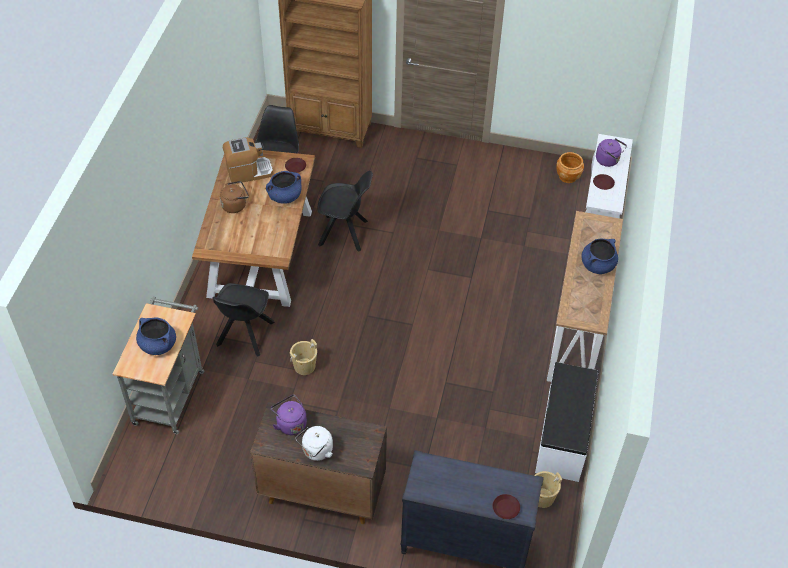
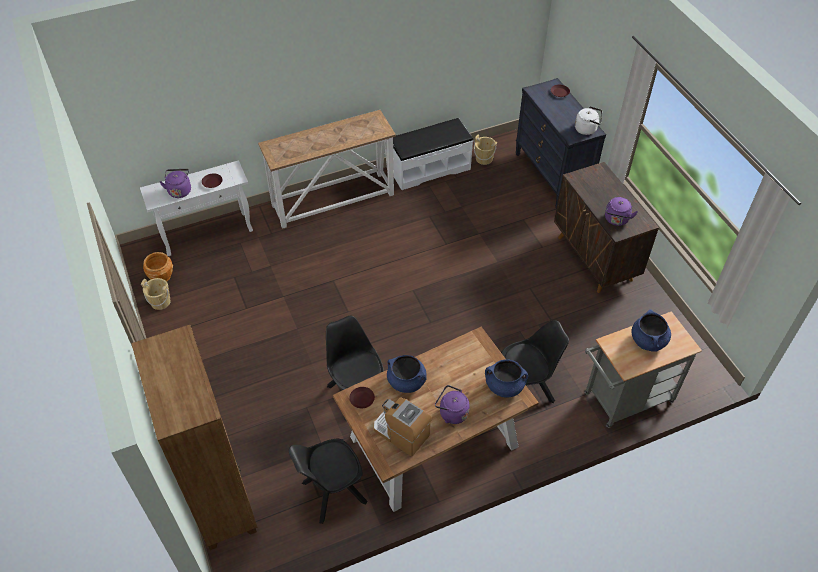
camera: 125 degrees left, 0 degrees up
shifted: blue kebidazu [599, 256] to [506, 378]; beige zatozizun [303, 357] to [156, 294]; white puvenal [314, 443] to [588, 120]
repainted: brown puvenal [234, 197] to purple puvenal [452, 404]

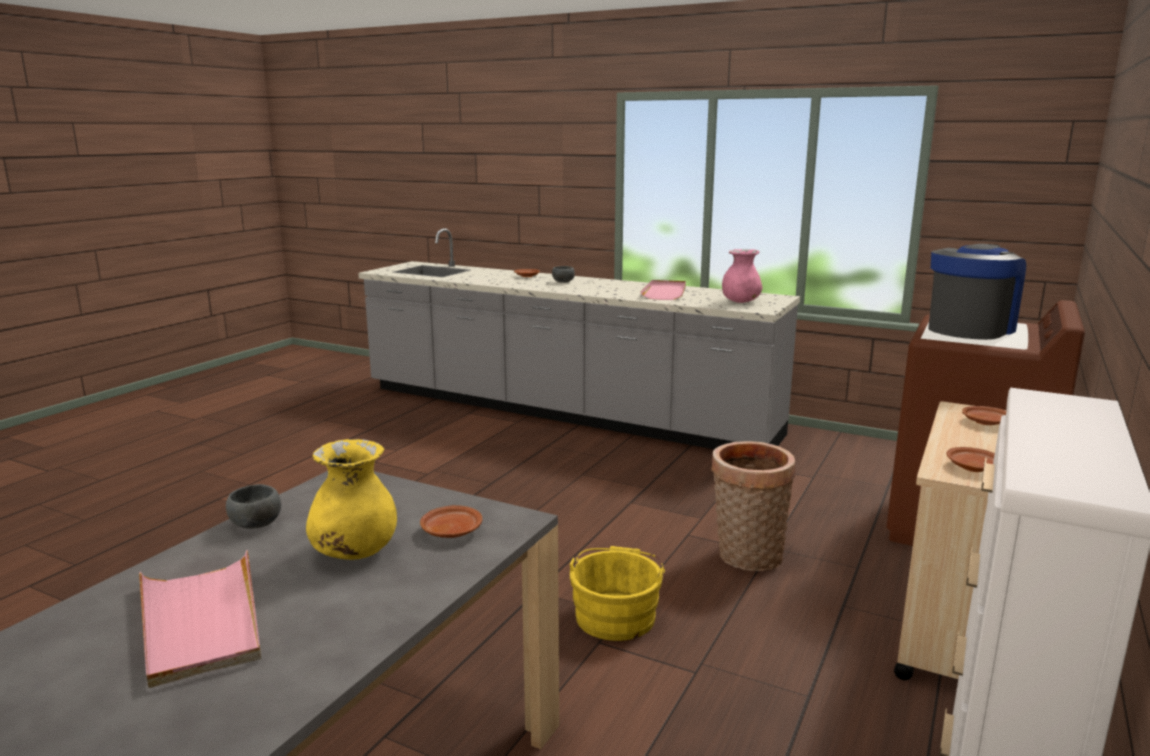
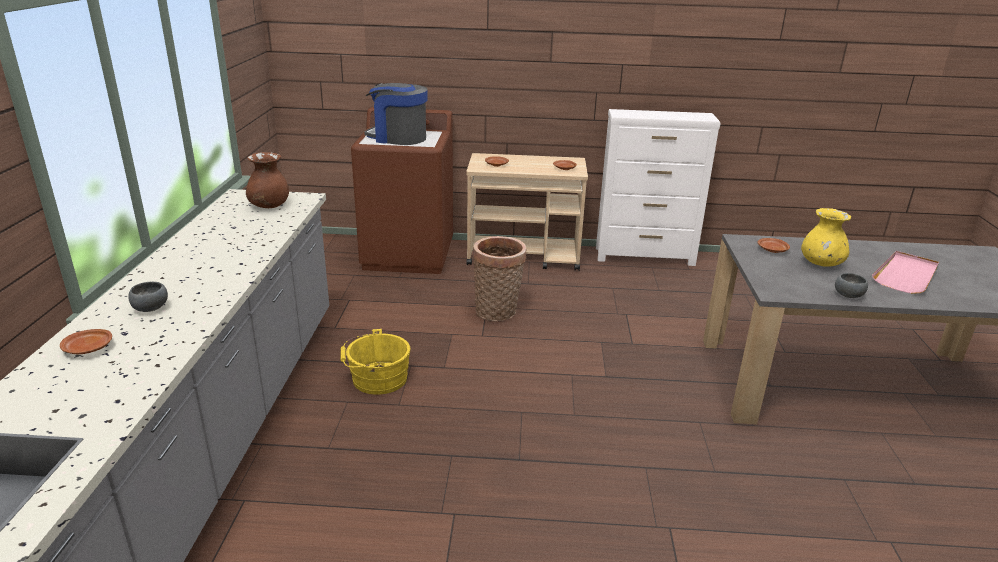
camera: 115 degrees left, 10 degrees up
gone: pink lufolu [663, 290]
shifted: yellow zatozizun [617, 593] to [375, 362]
repainted: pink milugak [742, 276] to brown milugak [267, 180]

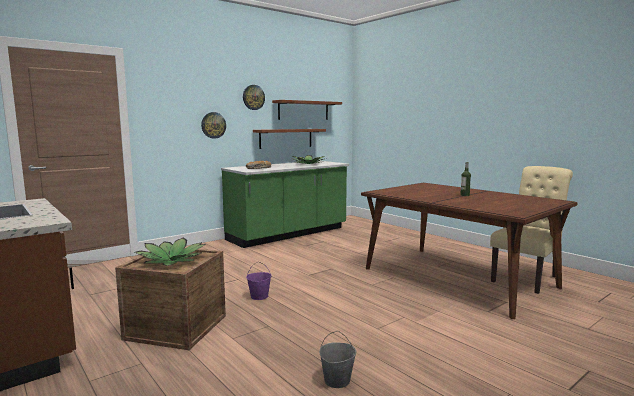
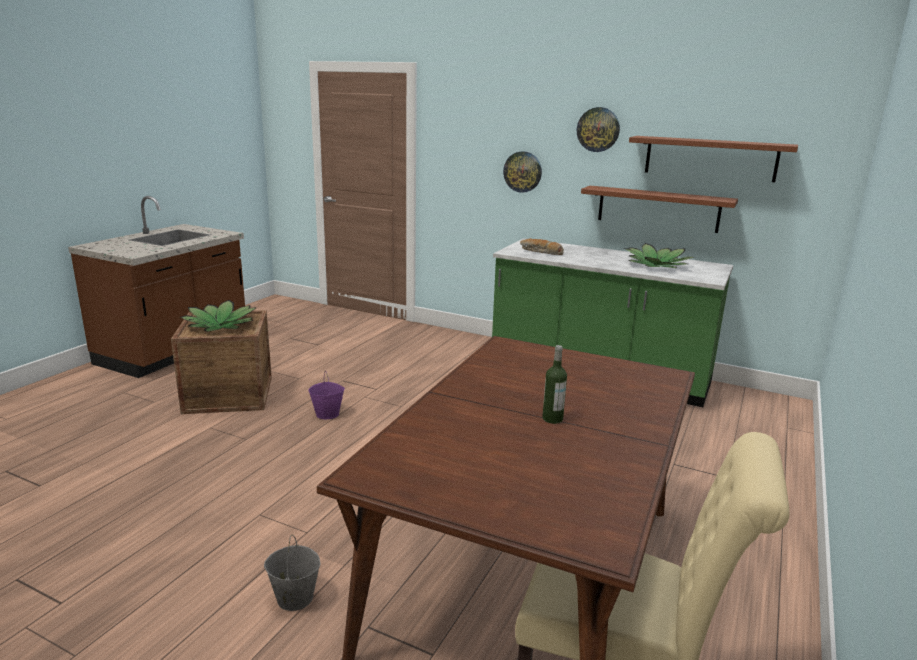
camera: 65 degrees right, 10 degrees up
shifted: grey zatozizun [337, 359] to [292, 573]

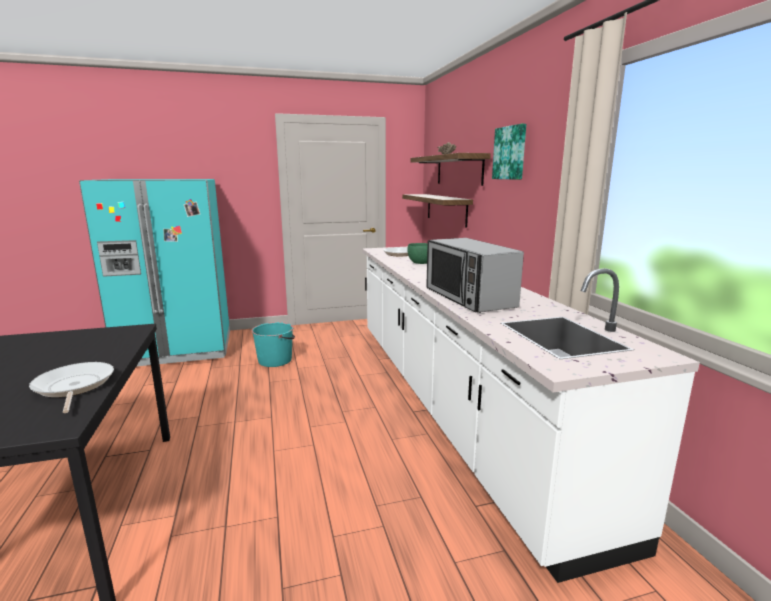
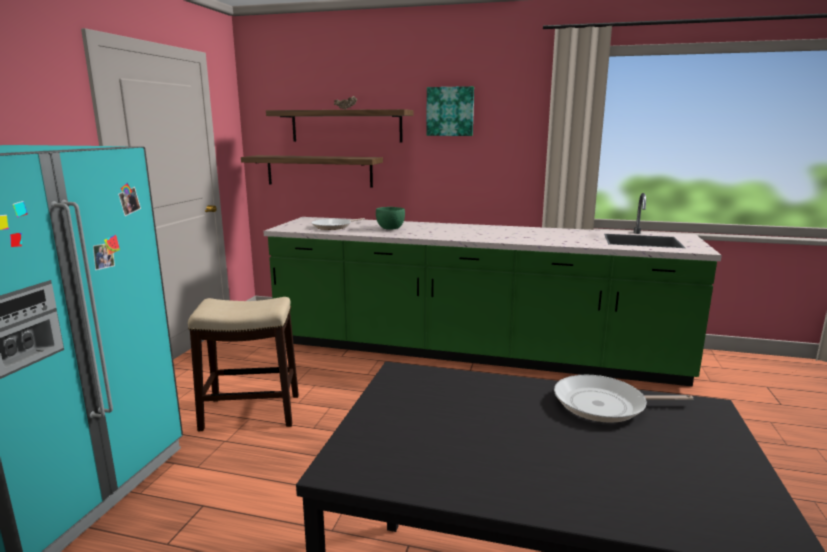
camera: 60 degrees left, 0 degrees up
gone: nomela [475, 275]
swapped: turquoise zatozizun [273, 344] to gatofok [243, 364]
repainted: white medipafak [531, 415] to green medipafak [492, 290]

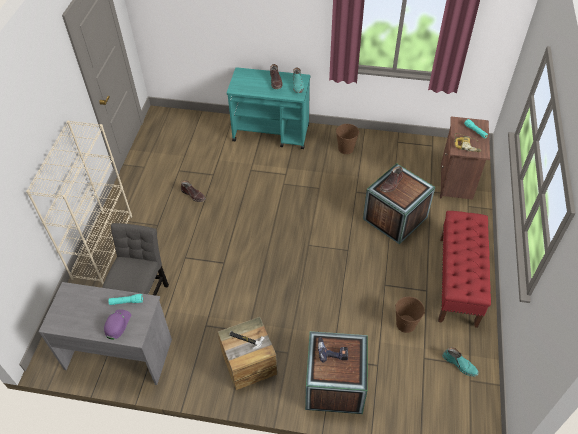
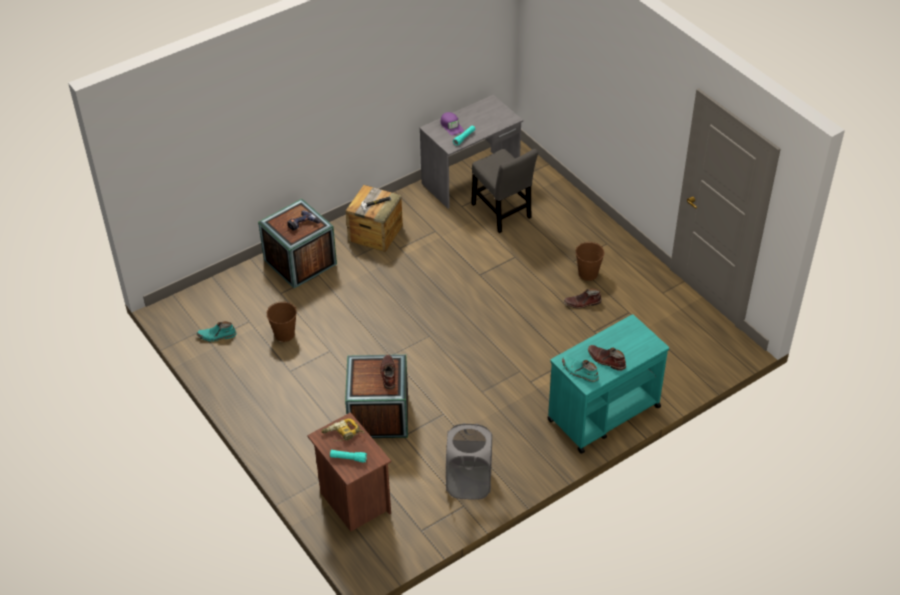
camera: 135 degrees right, 5 degrees down
gone: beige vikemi [79, 202]; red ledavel [464, 269]
new: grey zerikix [469, 461]
shifted: brown zatozizun [347, 139] to [590, 261]

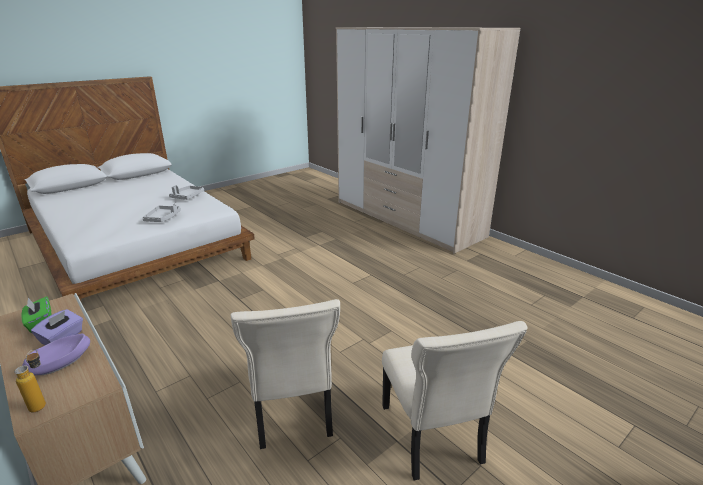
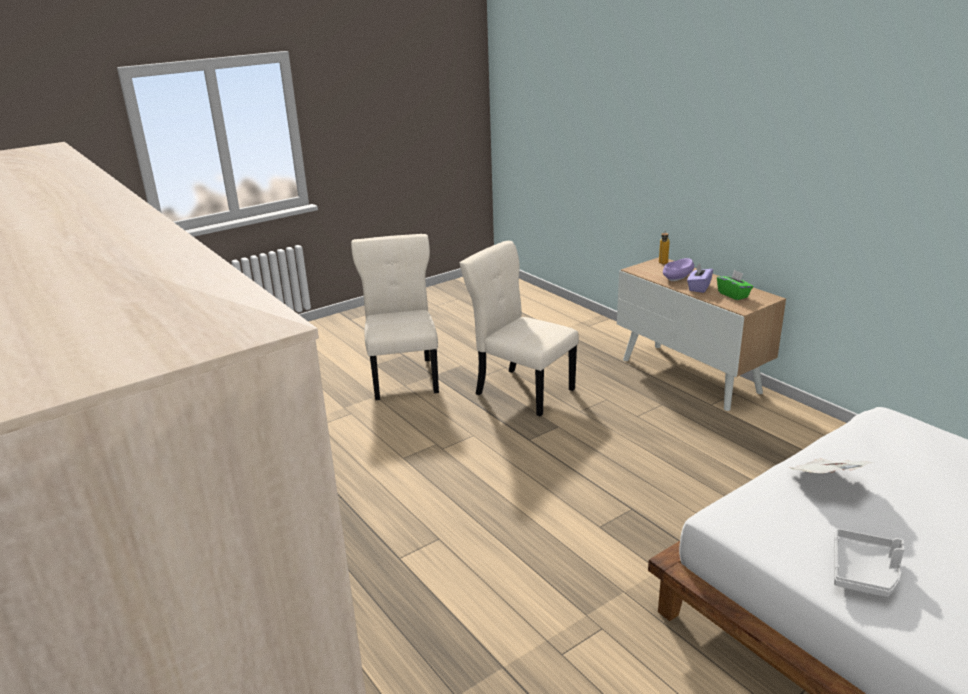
camera: 175 degrees left, 0 degrees up
swapped: grey lufolu [161, 212] to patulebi [831, 466]
rotated: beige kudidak [285, 374] = [519, 329] 45 degrees counterclockwise

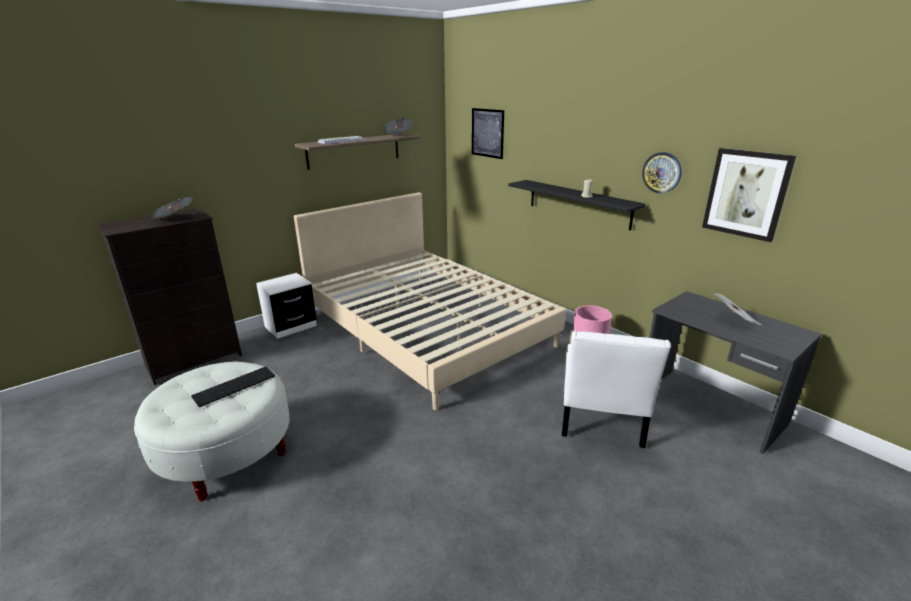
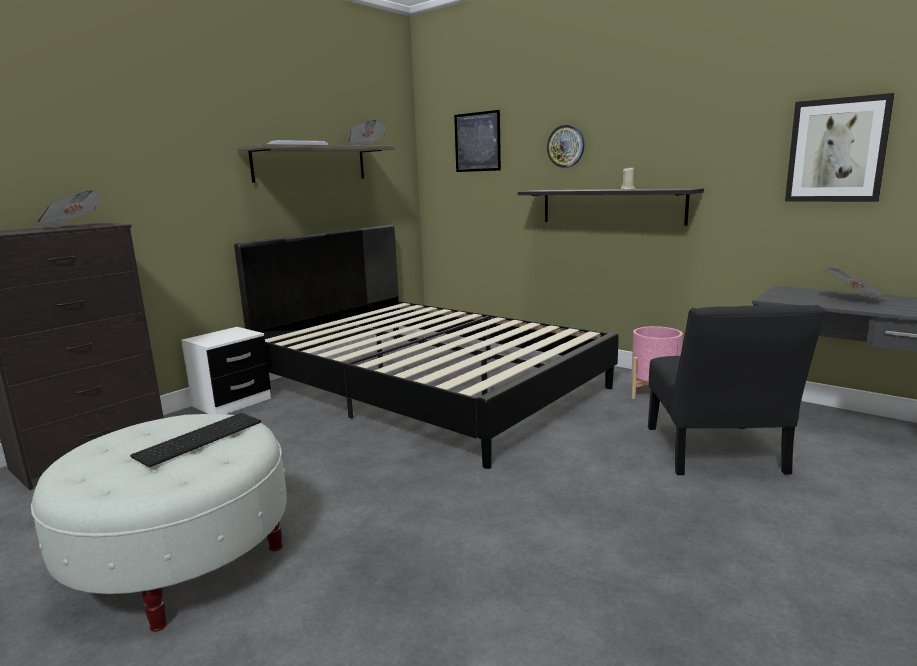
camera: 10 degrees left, 10 degrees down
shifted: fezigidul [662, 172] to [566, 146]
repainted: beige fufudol [430, 301] to black fufudol [426, 347]; white kudidak [616, 389] to black kudidak [737, 390]

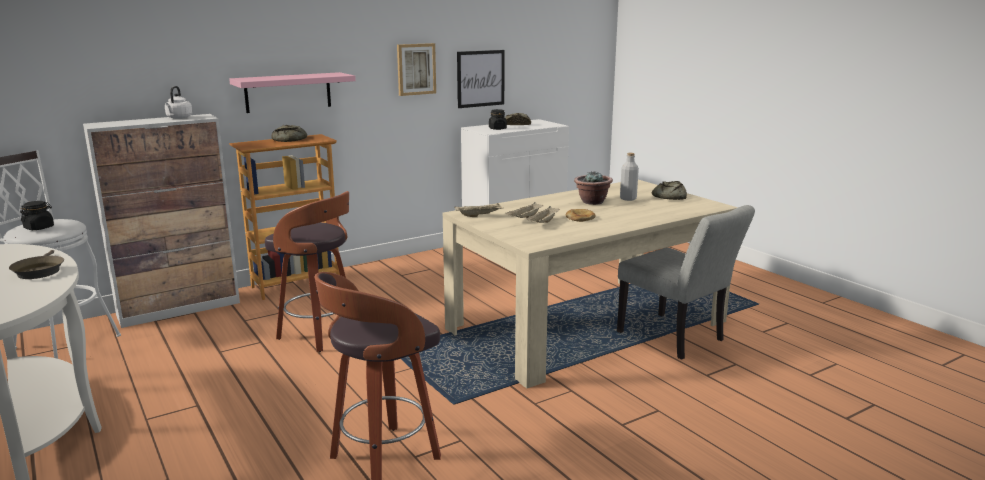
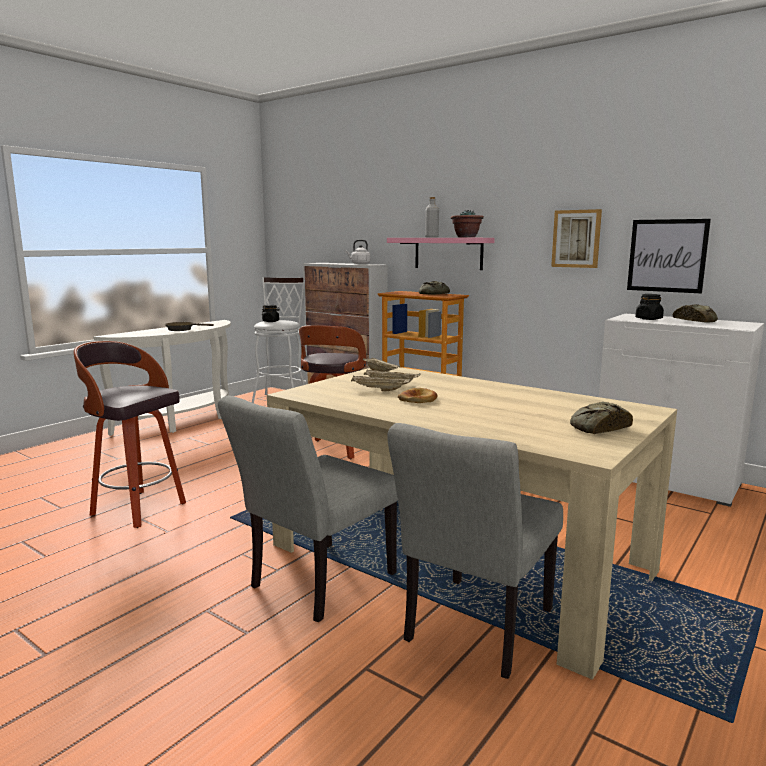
camera: 70 degrees right, 5 degrees down
new: grey kudidak [308, 509]
shifted: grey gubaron [629, 177] to [432, 217]; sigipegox [593, 188] to [467, 223]

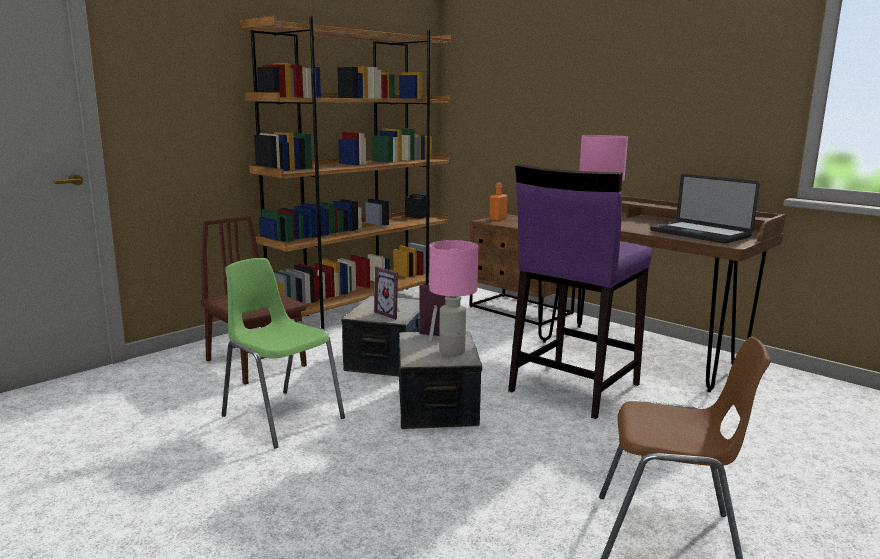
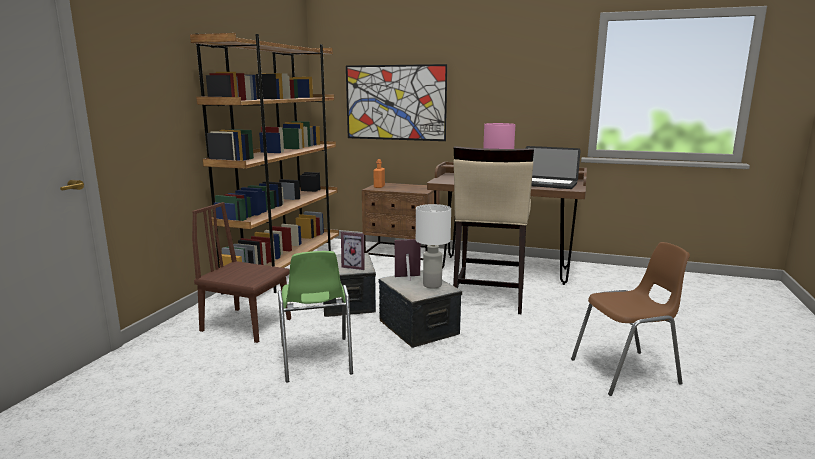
camera: 25 degrees left, 0 degrees up
new: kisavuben [396, 102]
repainted: purple gatofok [580, 291] to beige gatofok [493, 230]; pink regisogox [453, 298] to white regisogox [433, 246]
rotated: green kudidak [283, 353] = [315, 317] 120 degrees counterclockwise

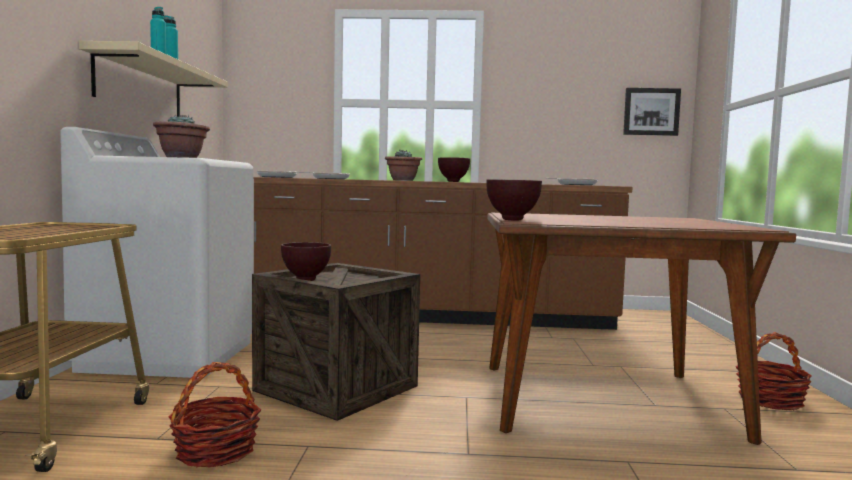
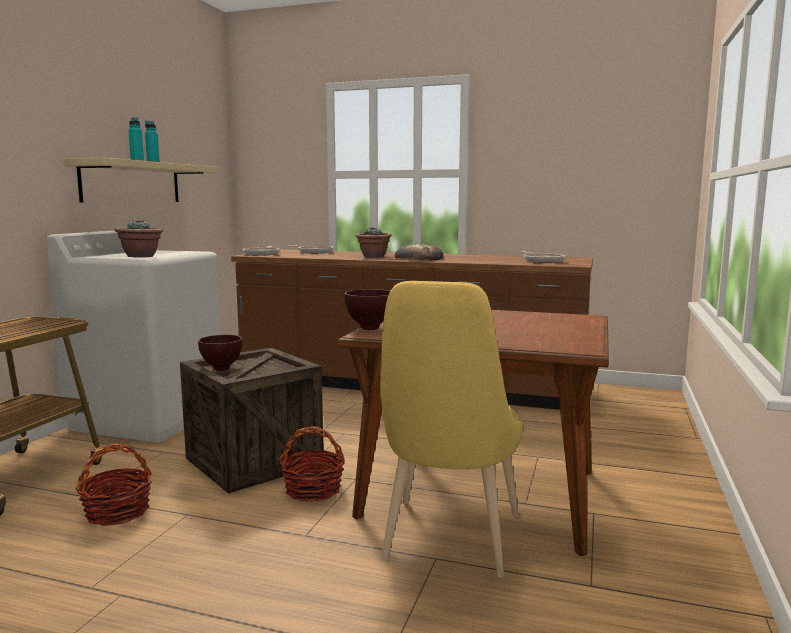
camera: 15 degrees right, 5 degrees up
gone: kisavuben [652, 112]
new: yellow kudidak [452, 429]
shifted: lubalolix [774, 371] to [312, 464]
swapped: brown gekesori [454, 169] to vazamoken [418, 252]

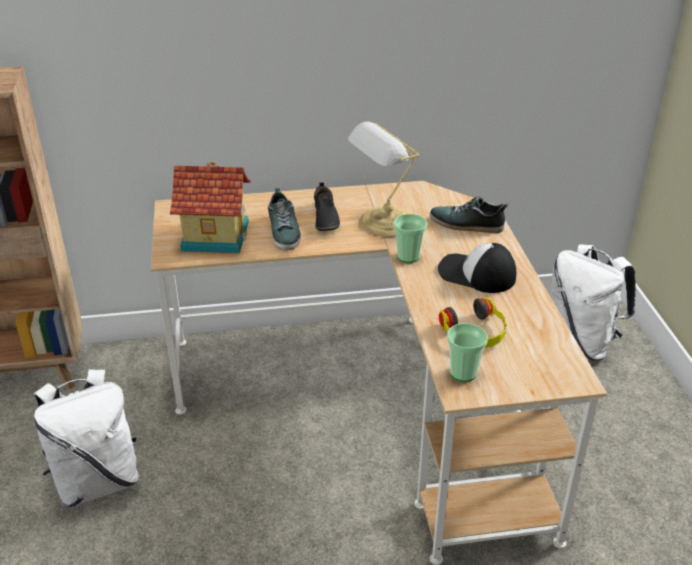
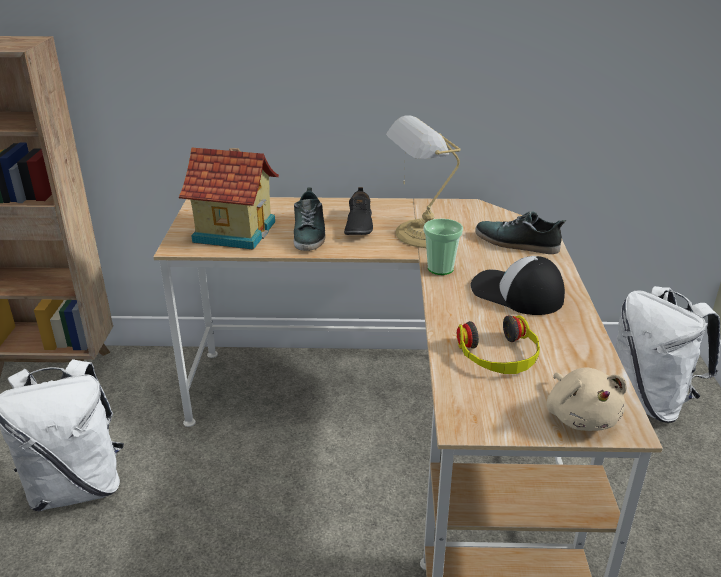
camera: 10 degrees right, 5 degrees down
gone: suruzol [467, 352]
new: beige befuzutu [587, 399]

